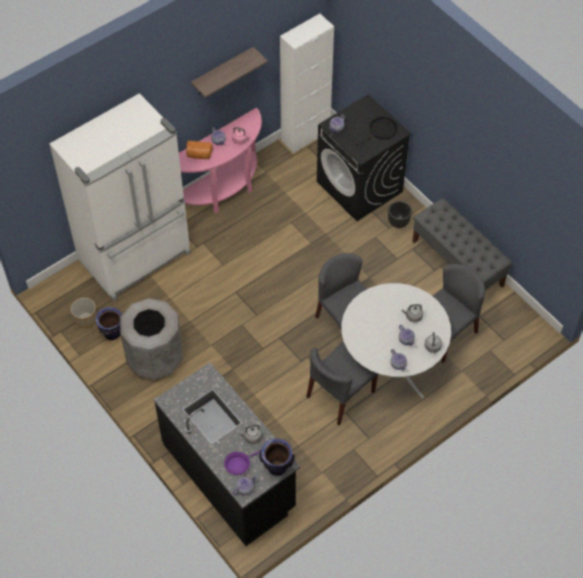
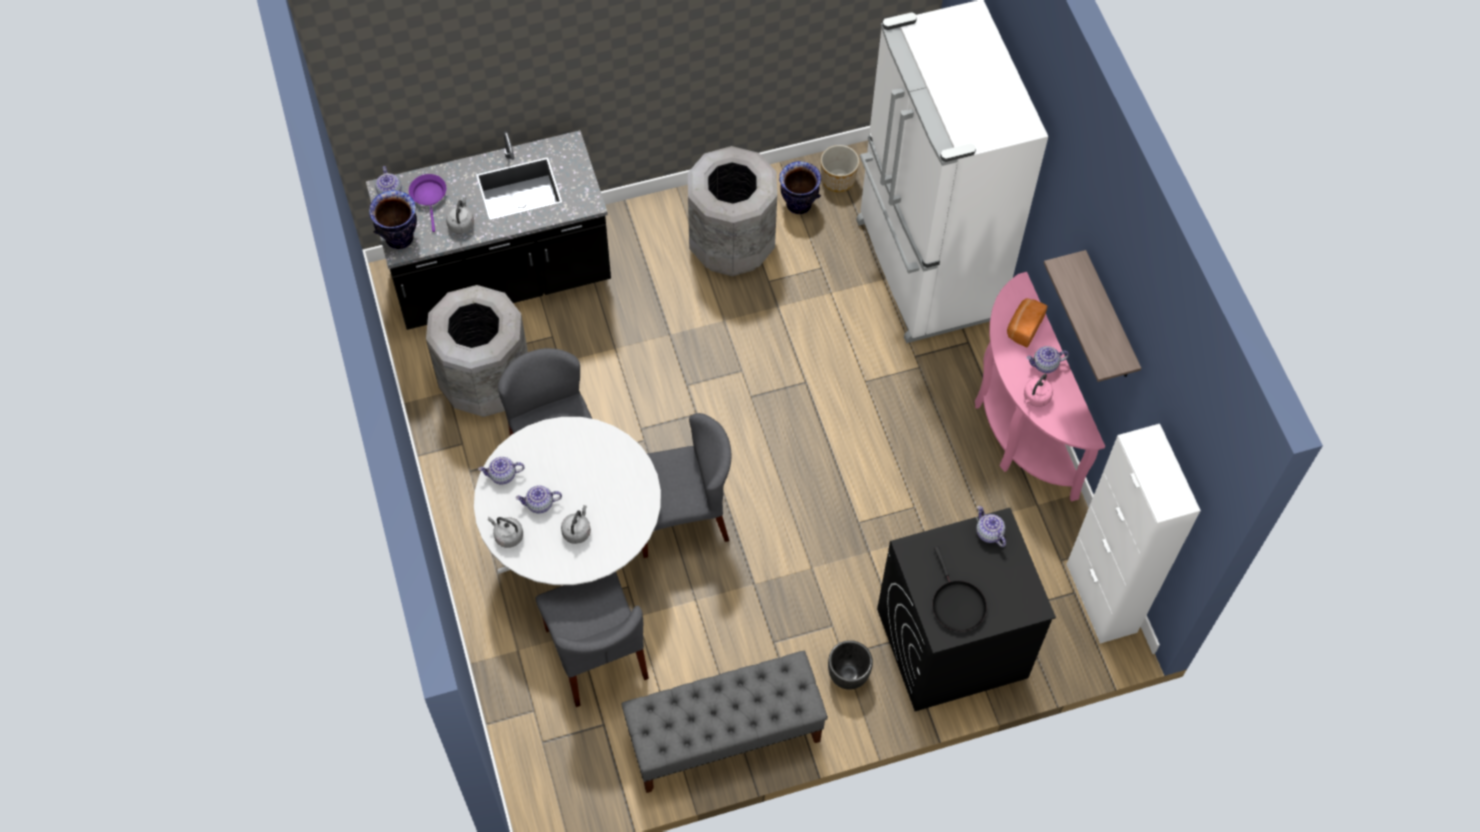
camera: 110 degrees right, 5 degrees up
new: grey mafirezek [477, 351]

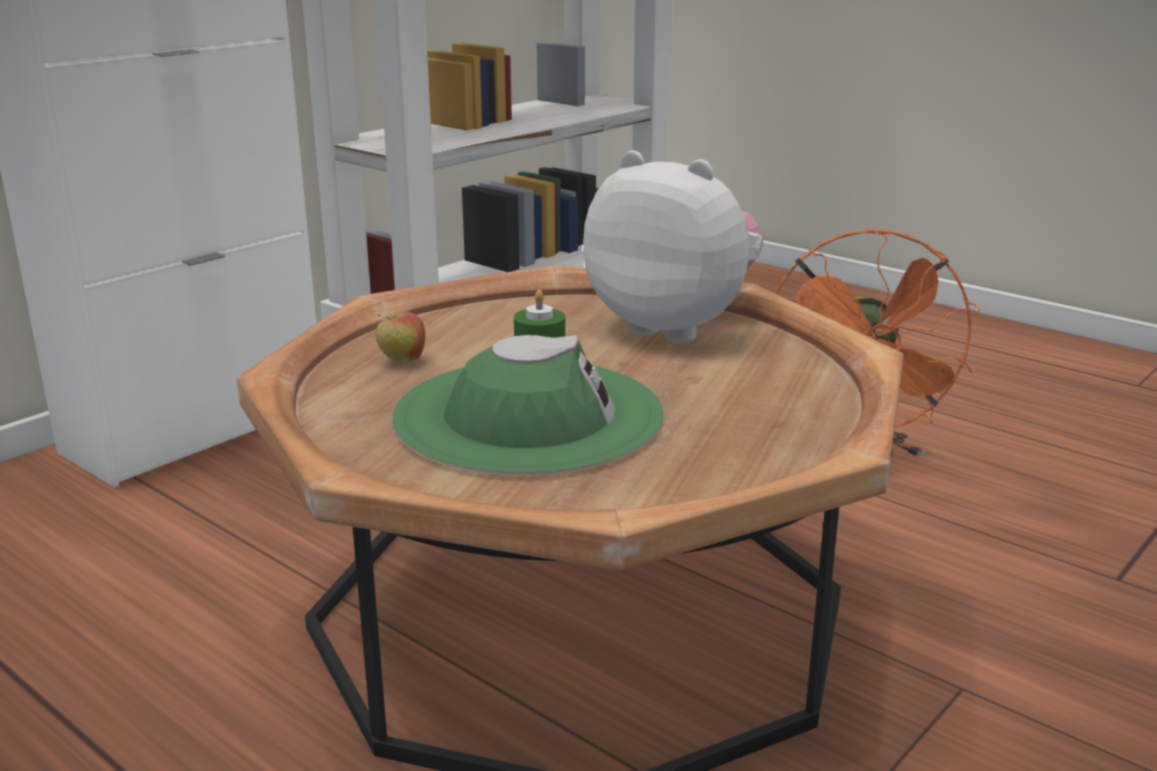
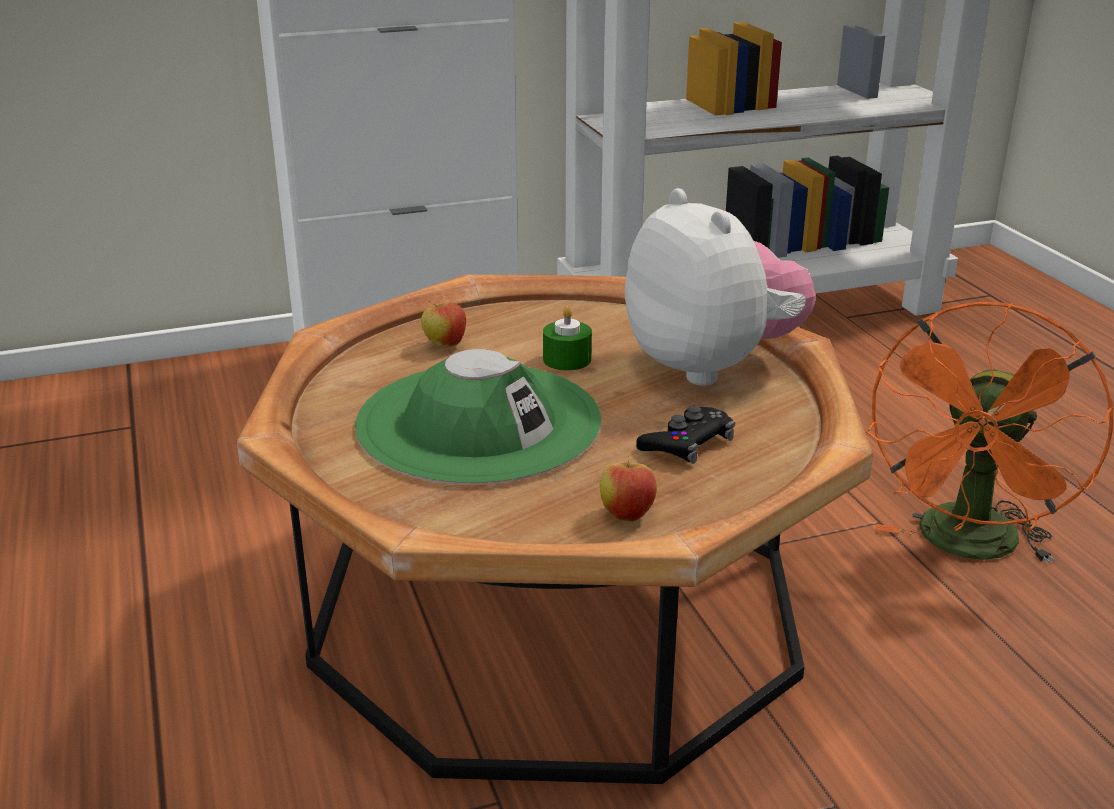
camera: 30 degrees right, 5 degrees up
new: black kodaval [685, 435]; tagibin [628, 487]

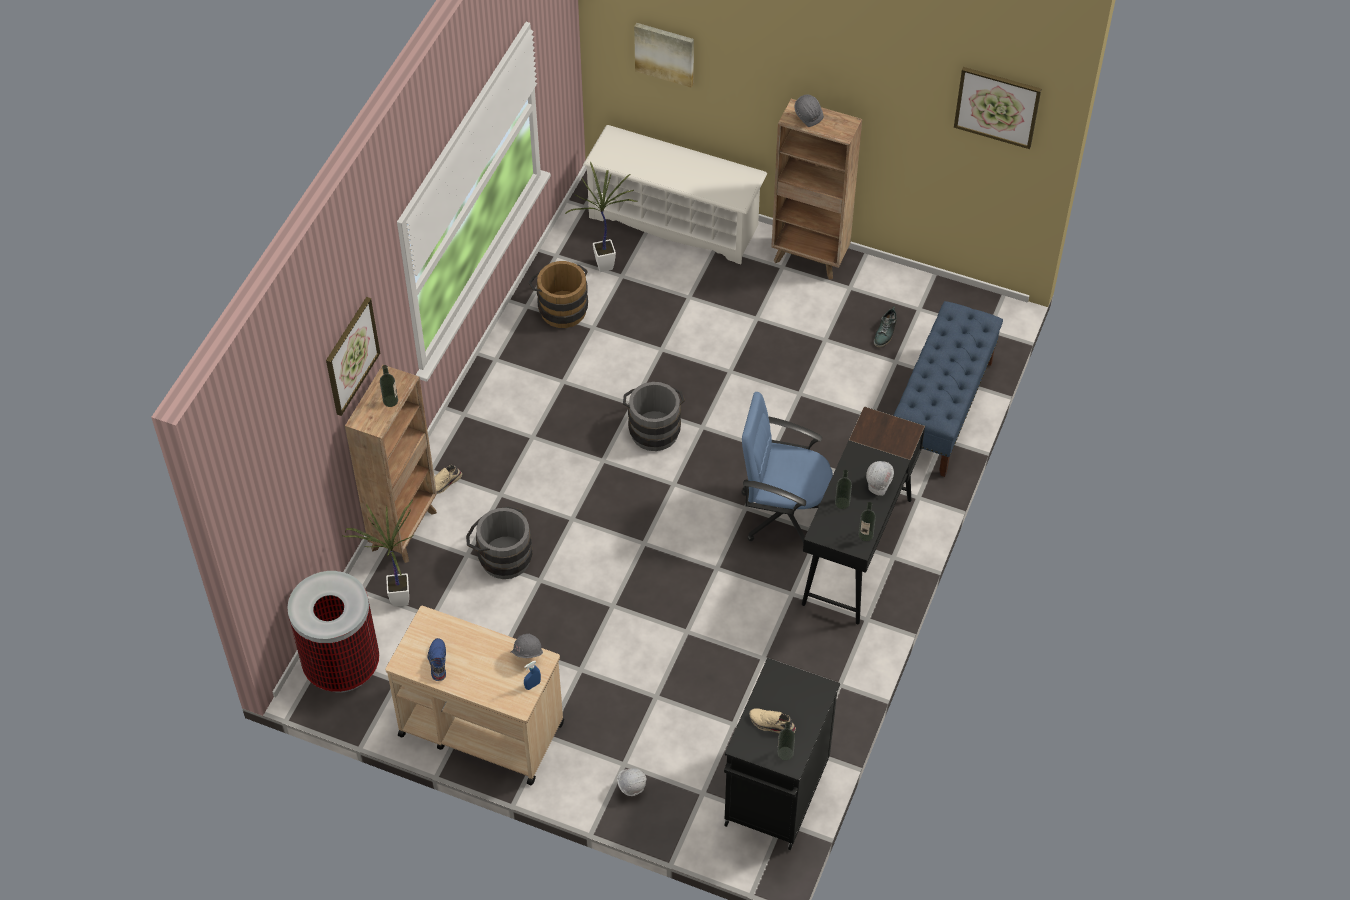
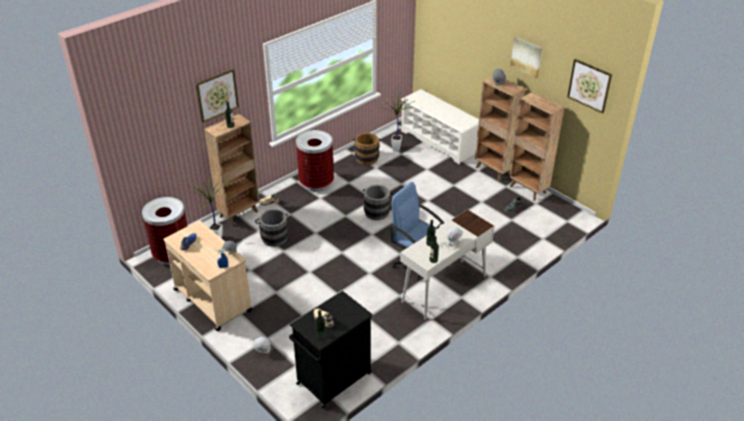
camera: 25 degrees right, 15 degrees down
gone: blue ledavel [948, 389]
new: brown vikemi [536, 146]; mafirezek [315, 161]
shifted: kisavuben [664, 55] to [526, 57]
repainted: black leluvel [863, 515] to white leluvel [447, 265]

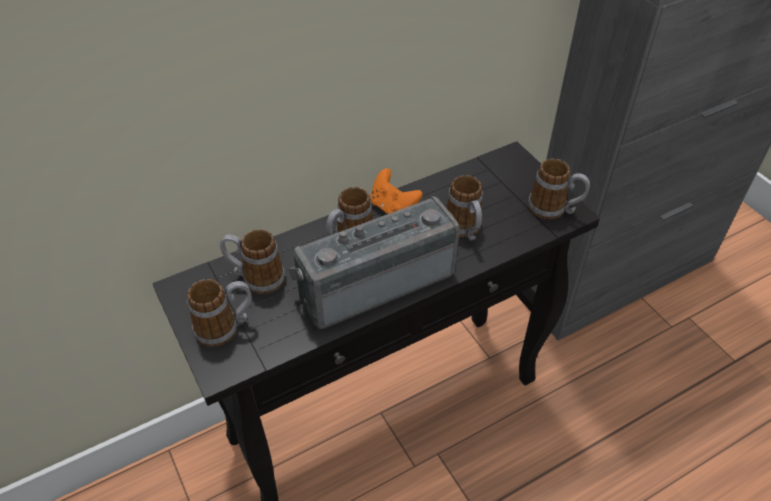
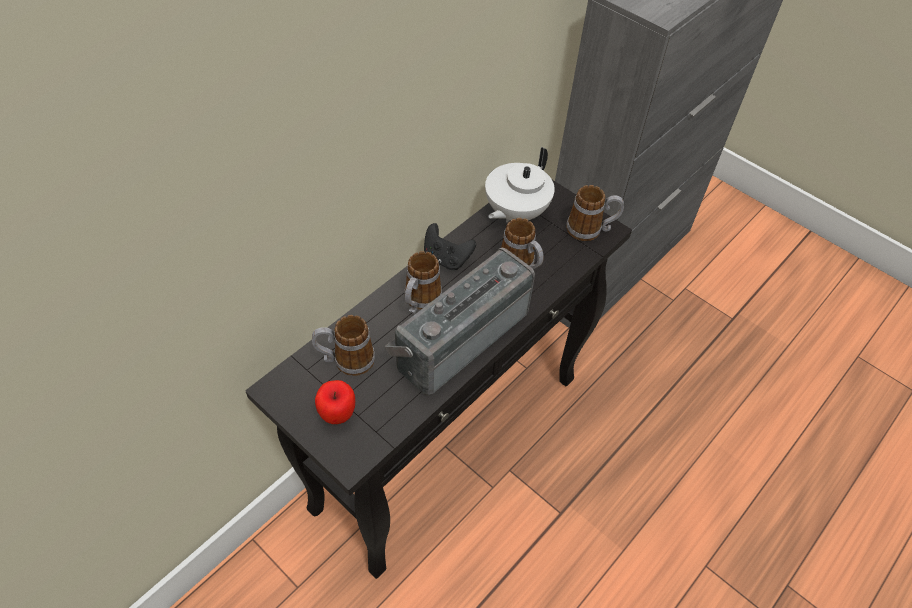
camera: 20 degrees left, 5 degrees up
new: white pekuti [520, 185]
swapped: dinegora [219, 313] to tagibin [335, 402]
repainted: orange kodaval [397, 191] to black kodaval [450, 246]

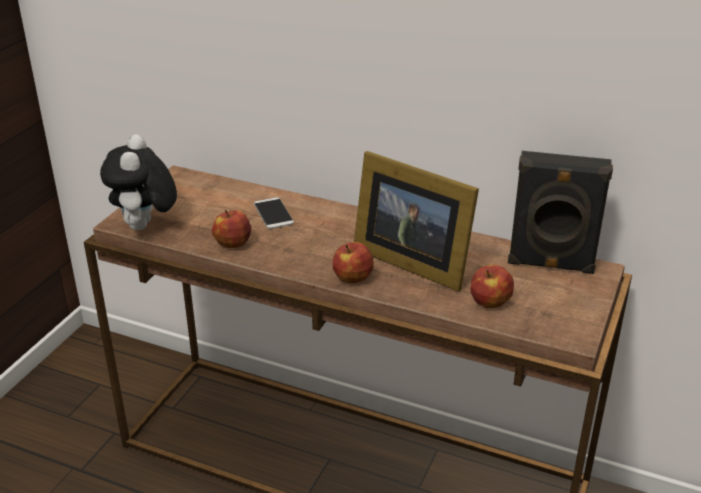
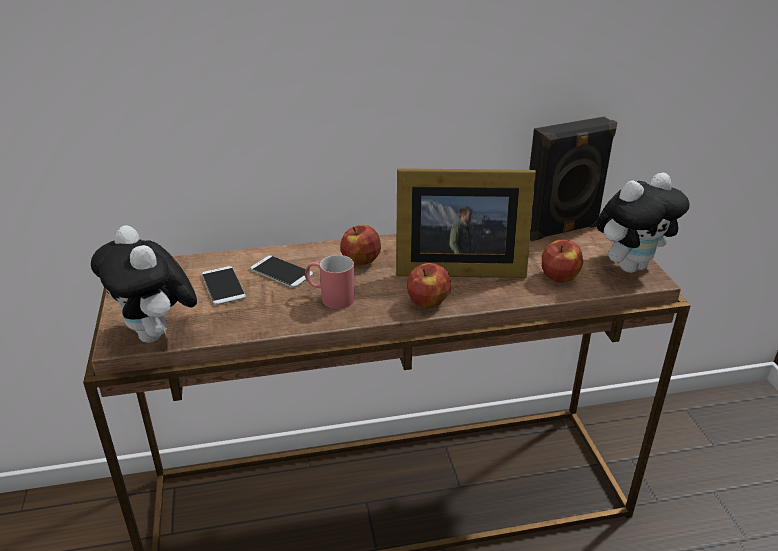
camera: 35 degrees left, 0 degrees up
new: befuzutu [642, 223]; red dinegora [330, 282]; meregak [224, 285]
shifted: tagibin [231, 229] to [361, 245]

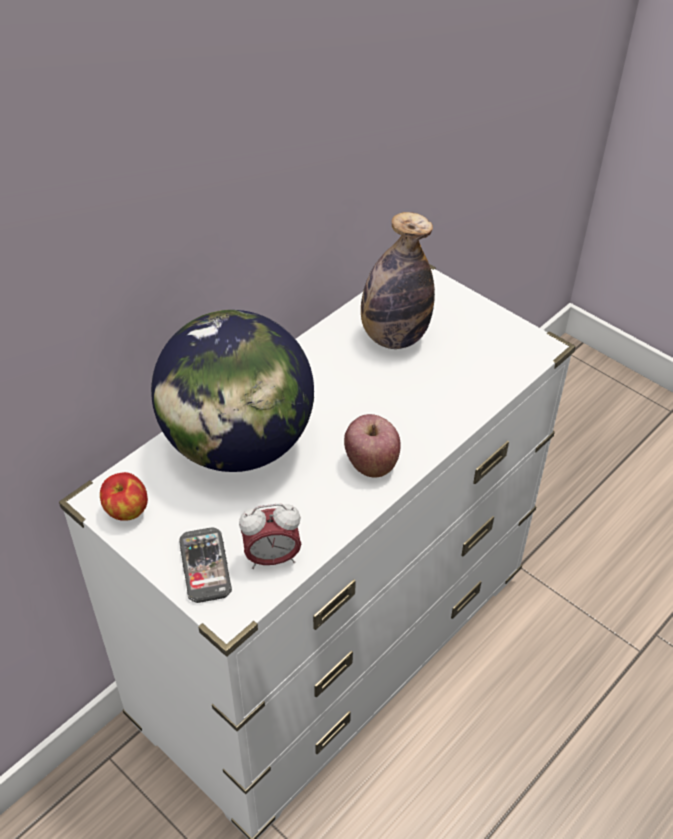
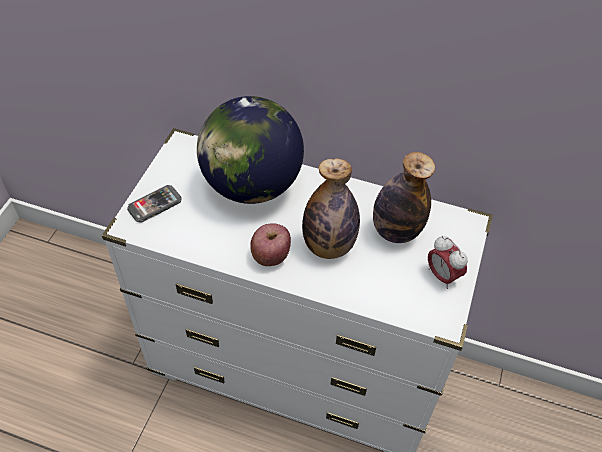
camera: 65 degrees right, 5 degrees up
gone: tagibin [124, 496]
new: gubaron [331, 208]
shifted: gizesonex [270, 536] to [448, 262]

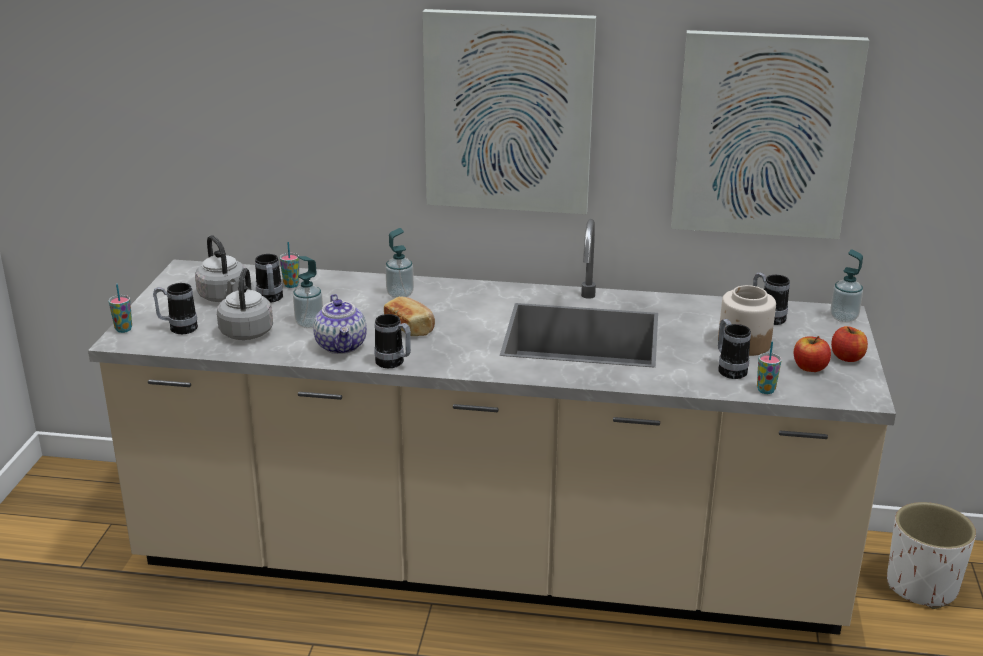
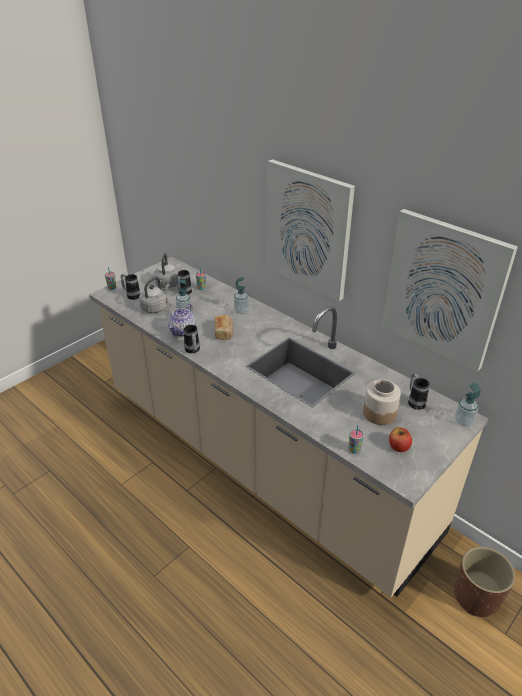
camera: 35 degrees right, 10 degrees up
gone: dinegora [734, 349]; tagibin [849, 344]
repainted: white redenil [931, 555] to brown redenil [484, 581]

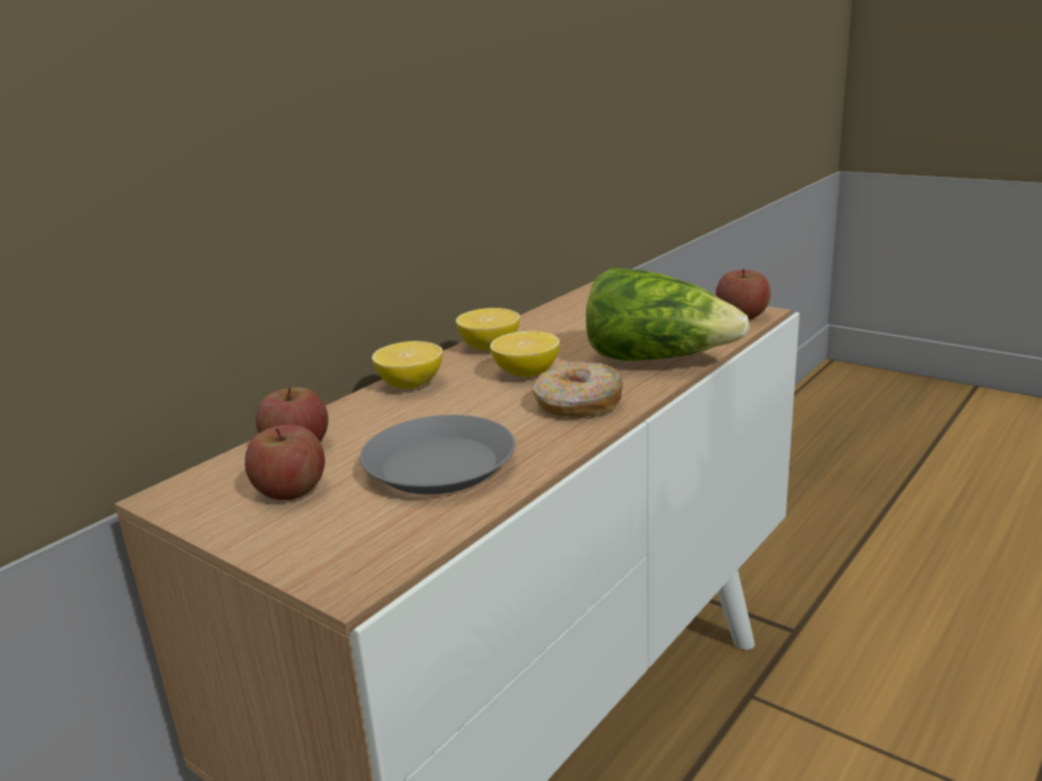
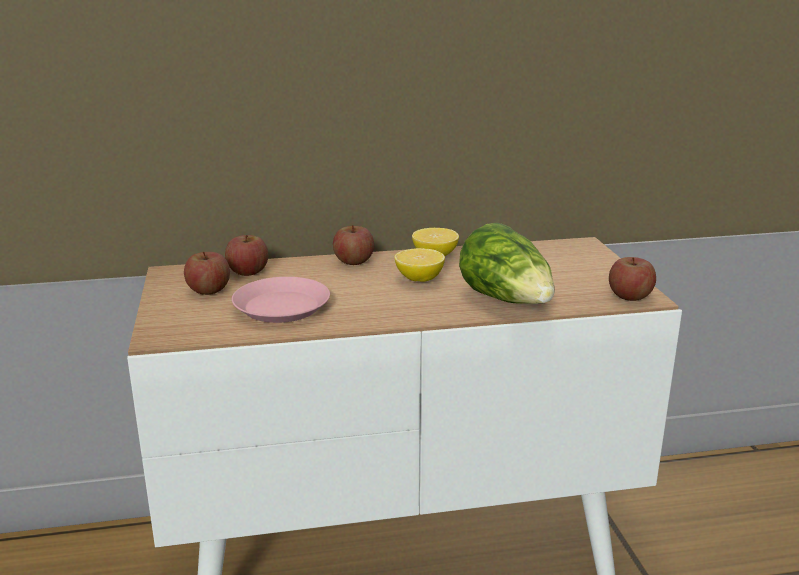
camera: 40 degrees right, 0 degrees up
gone: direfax [577, 389]
swapped: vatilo [407, 365] to tagibin [353, 245]
repainted: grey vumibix [437, 454] to pink vumibix [281, 300]

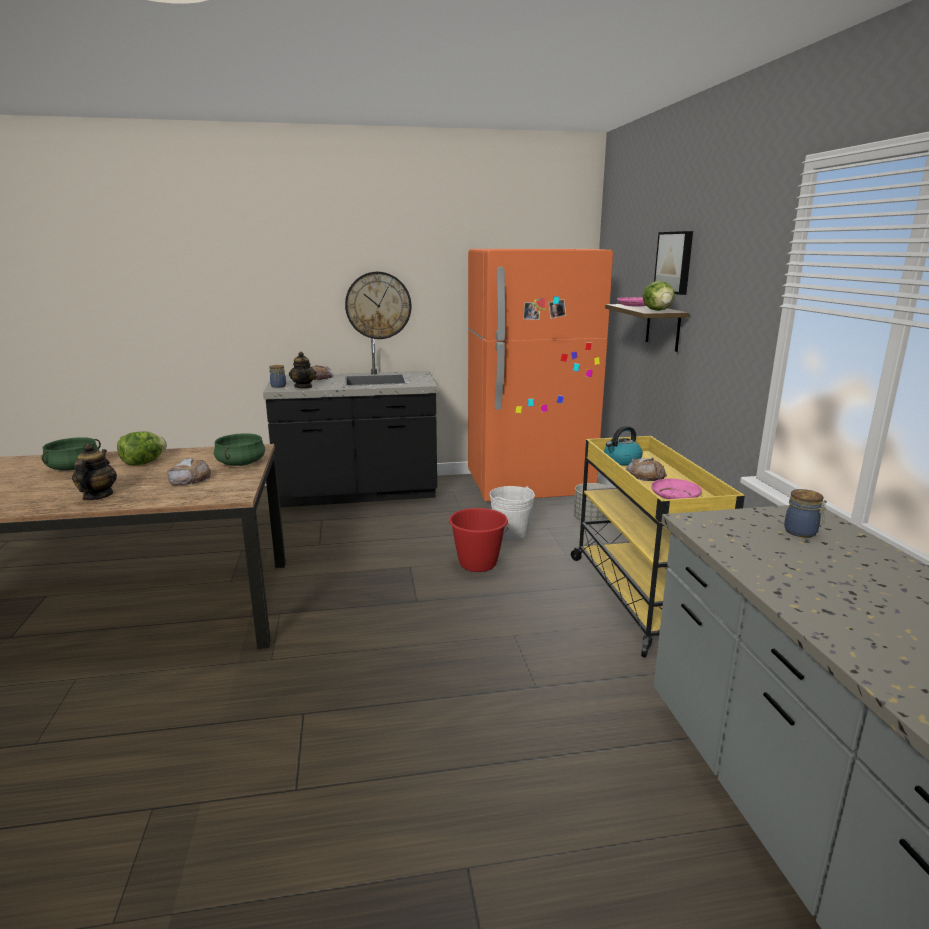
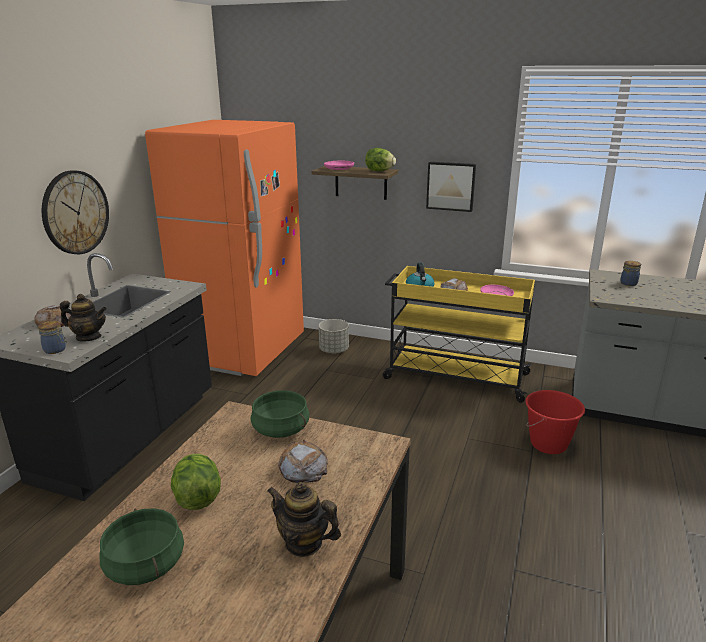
camera: 60 degrees left, 5 degrees up
gone: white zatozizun [512, 513]
shifted: kisavuben [673, 263] to [451, 187]; red zatozizun [478, 540] to [555, 422]

